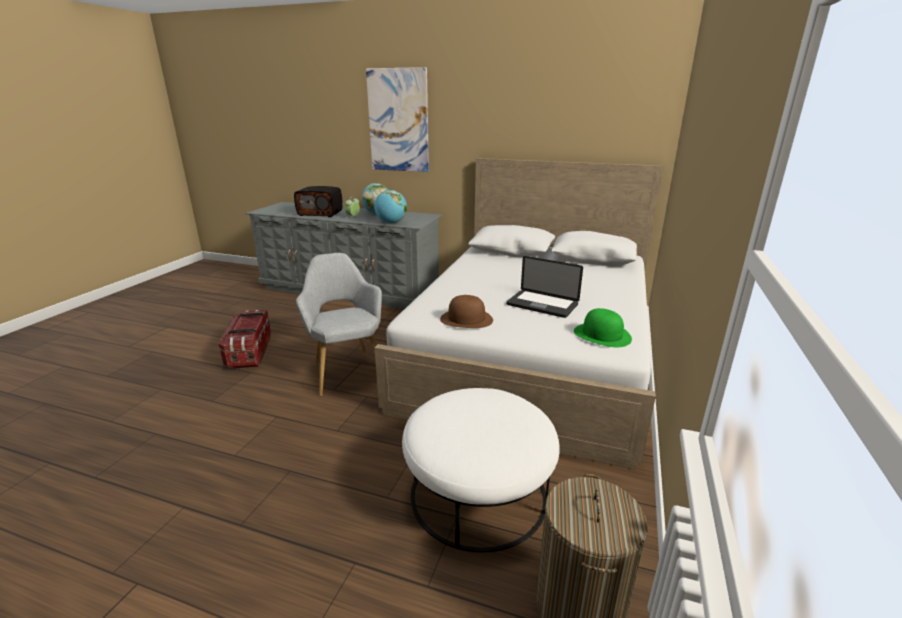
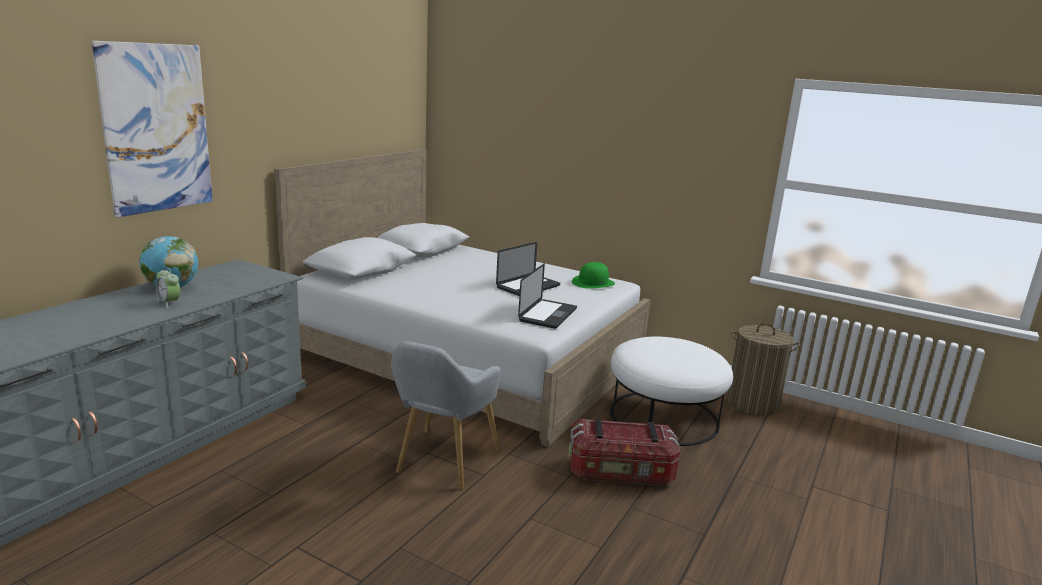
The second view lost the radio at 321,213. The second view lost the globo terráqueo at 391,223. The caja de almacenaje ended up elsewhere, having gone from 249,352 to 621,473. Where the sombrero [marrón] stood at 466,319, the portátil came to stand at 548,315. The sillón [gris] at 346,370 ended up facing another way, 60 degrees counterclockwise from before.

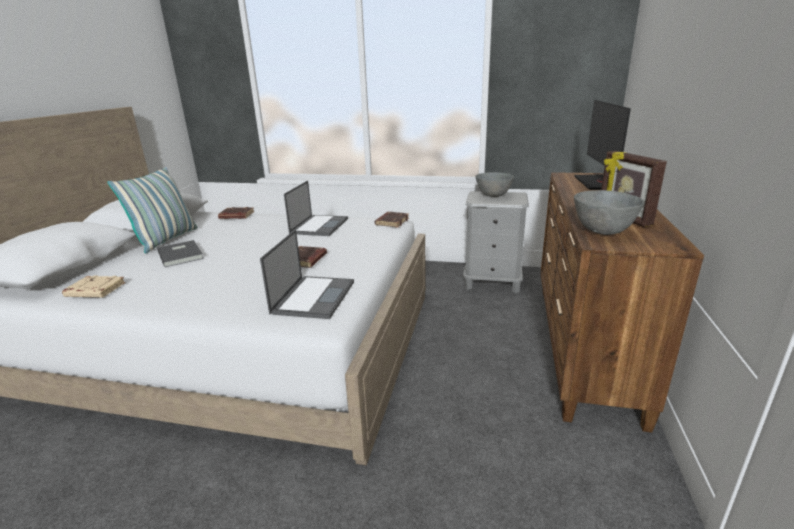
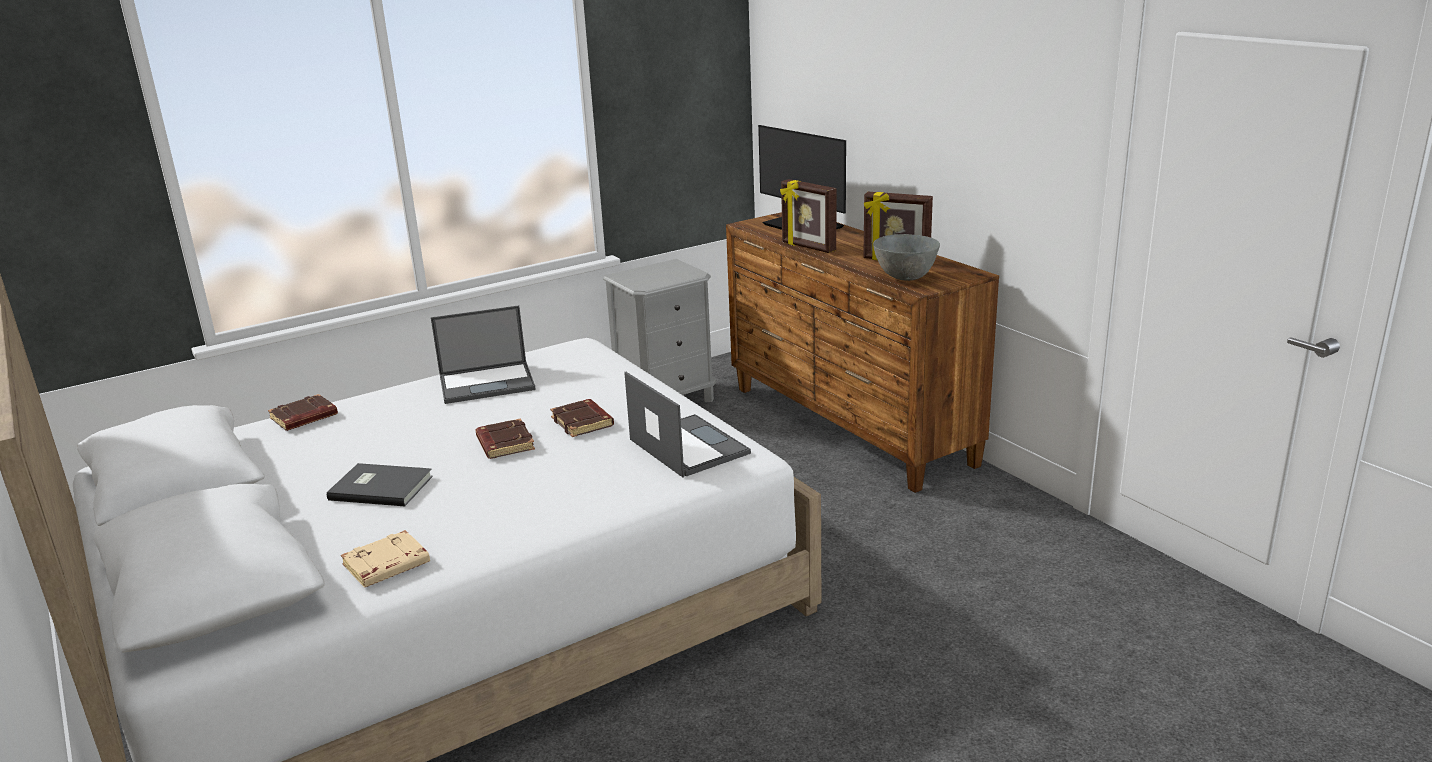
The second view lost the cojín at 166,240. The second view lost the cuenco [gris] at 493,196. The second view gained the portarretratos at 808,247. The libro [marrón] ended up elsewhere, having gone from 392,222 to 504,444. The portátil at 319,225 ended up facing another way, 105 degrees clockwise from before.

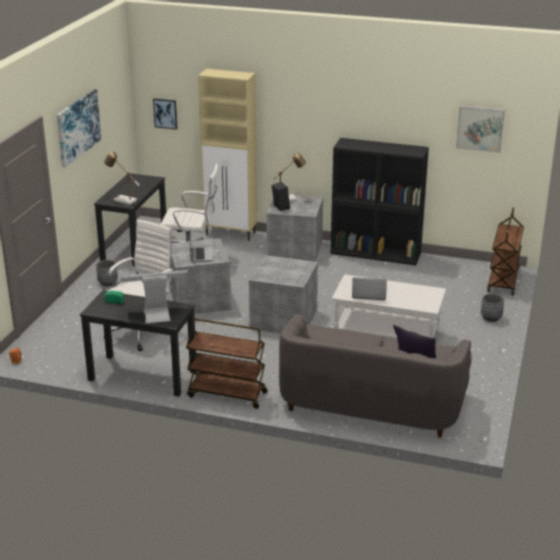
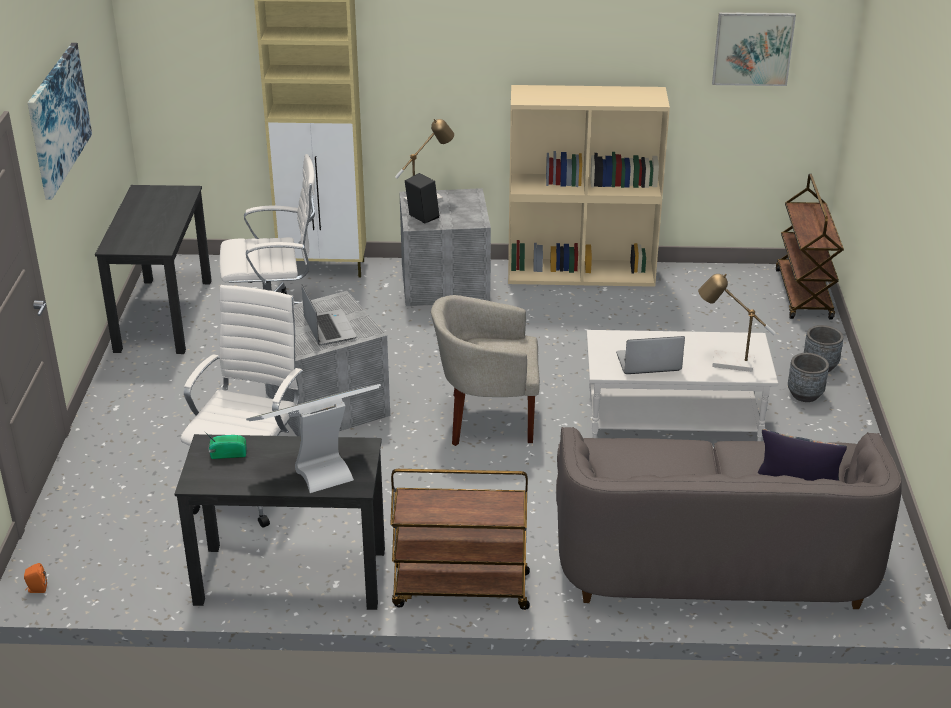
The second view lost the cuadro at 165,113. The maceta [gris] ended up elsewhere, having gone from 108,283 to 805,394. The lámpara de mesa ended up elsewhere, having gone from 122,200 to 726,362. Where the caja de almacenaje [gris] stood at 283,318, the sillón [beis] came to stand at 487,419. What was the estantería [negro] at 376,253 turned into the estantería [beis] at 581,272.

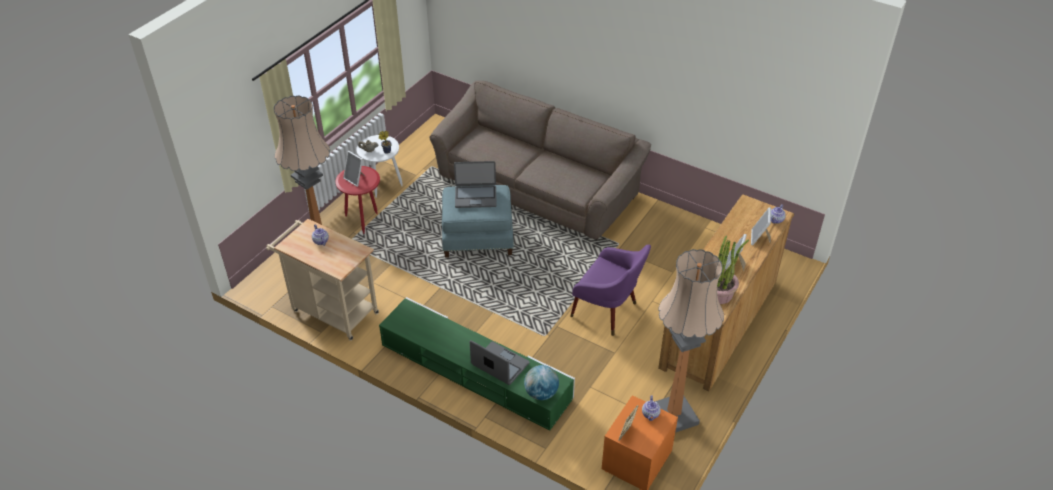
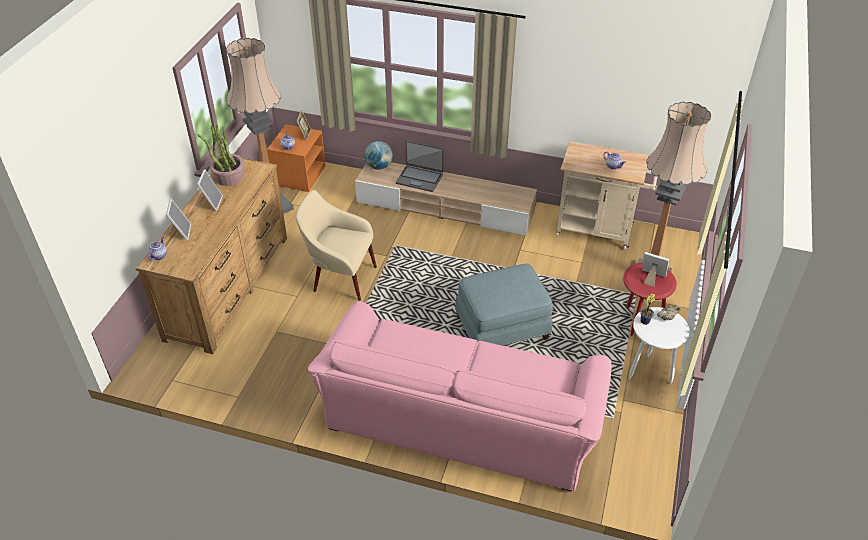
The second view lost the portátil at 475,197. What was the mueble de televisión [verde] at 475,372 turned into the mueble de televisión [beis] at 445,208. What was the sofá [marrón] at 537,186 turned into the sofá [rosa] at 461,415. What was the sillón [morado] at 608,312 turned into the sillón [beis] at 340,277.

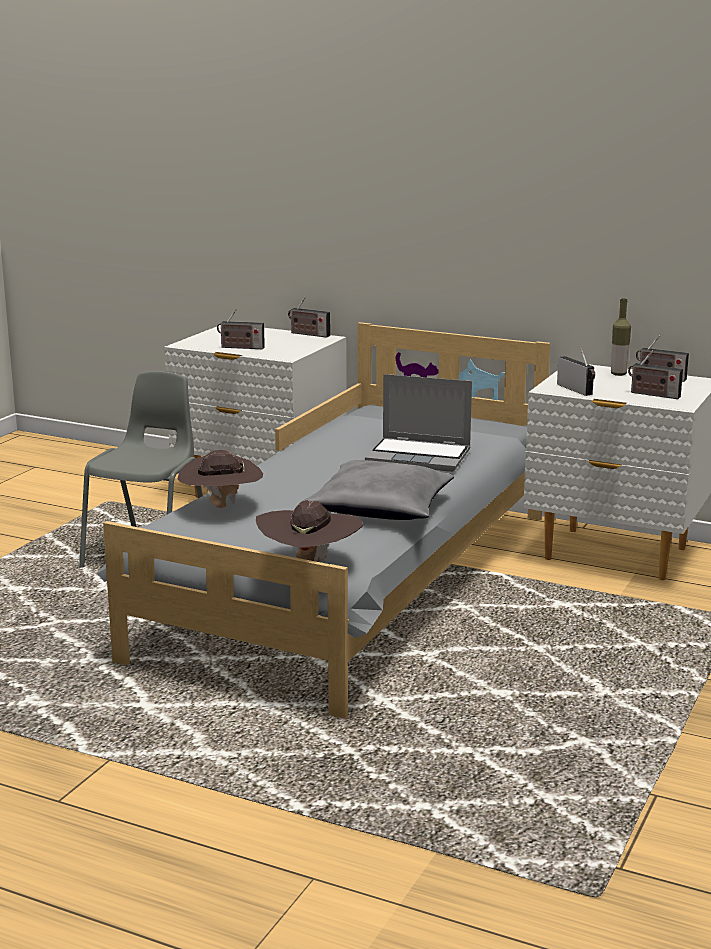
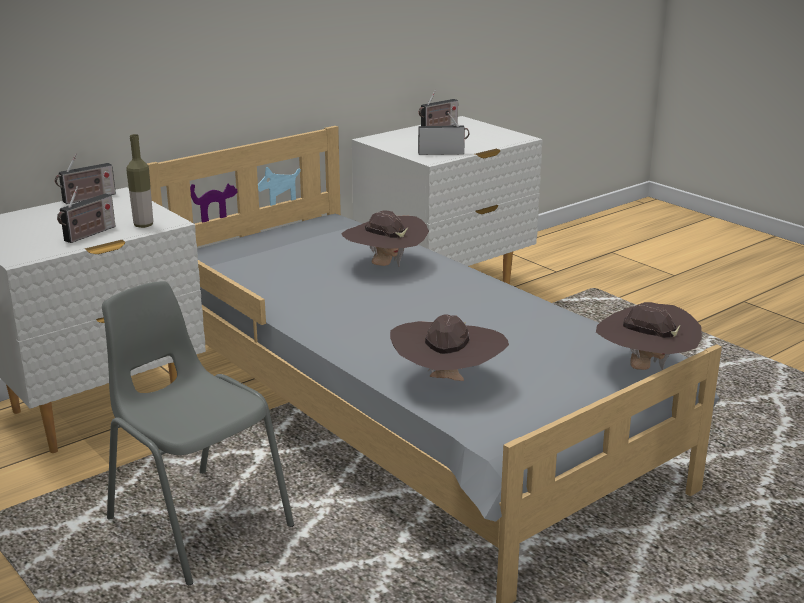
The second view lost the cojín [gris] at 382,508. The second view lost the radio at 652,394. The botella ended up elsewhere, having gone from 618,374 to 143,225. Where the portátil stood at 420,457, the sombrero [marrón] came to stand at 384,265.

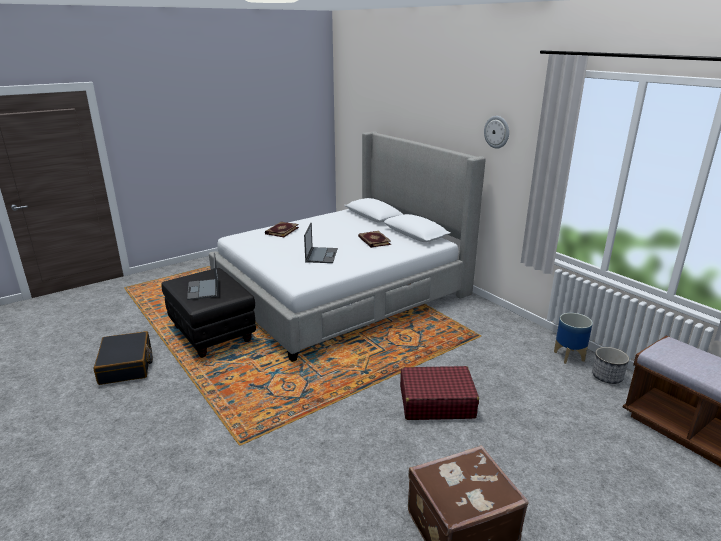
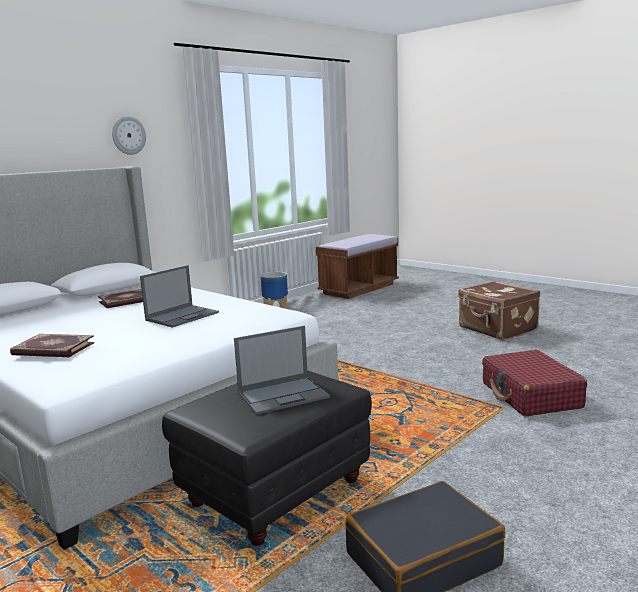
The second view lost the maceta at 607,377. The maleta [rojo] ended up elsewhere, having gone from 436,402 to 530,395. The portátil at 321,255 ended up facing another way, 135 degrees clockwise from before.

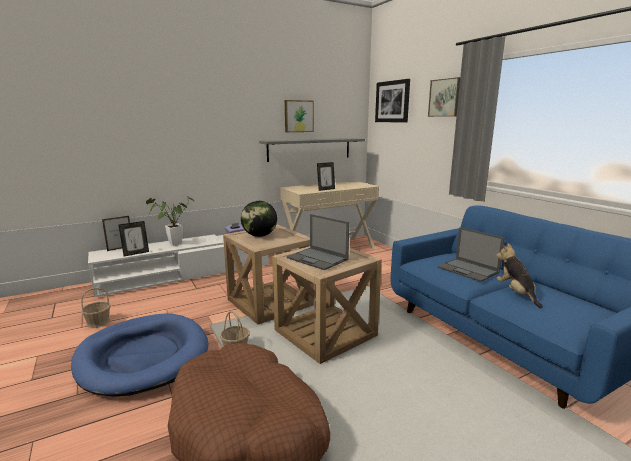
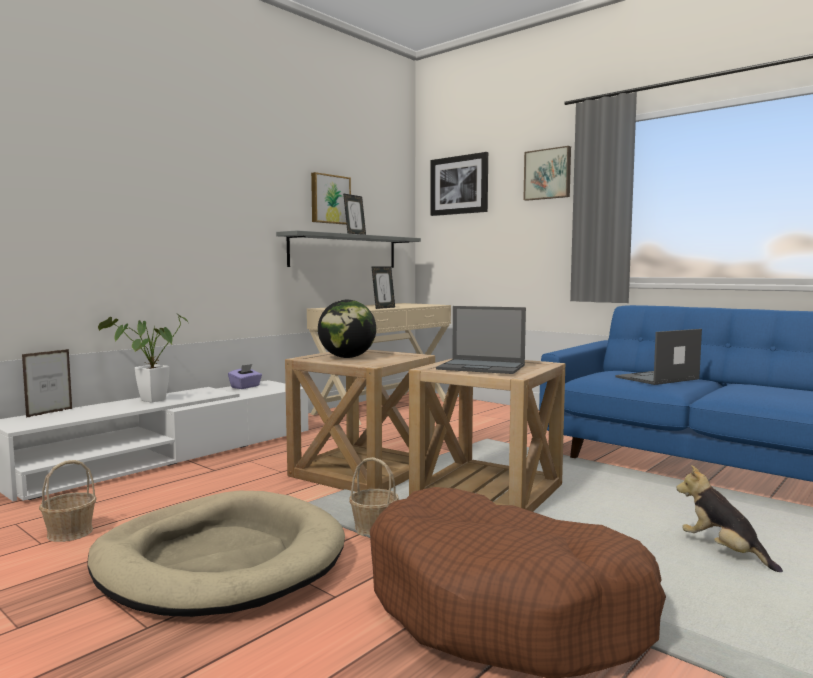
The portarretratos ended up elsewhere, having gone from 136,253 to 355,235. The peluche ended up elsewhere, having gone from 516,293 to 723,551. What was the cama para perro [azul] at 143,357 turned into the cama para perro [beis] at 220,560. The portátil at 468,270 ended up facing another way, 120 degrees clockwise from before.

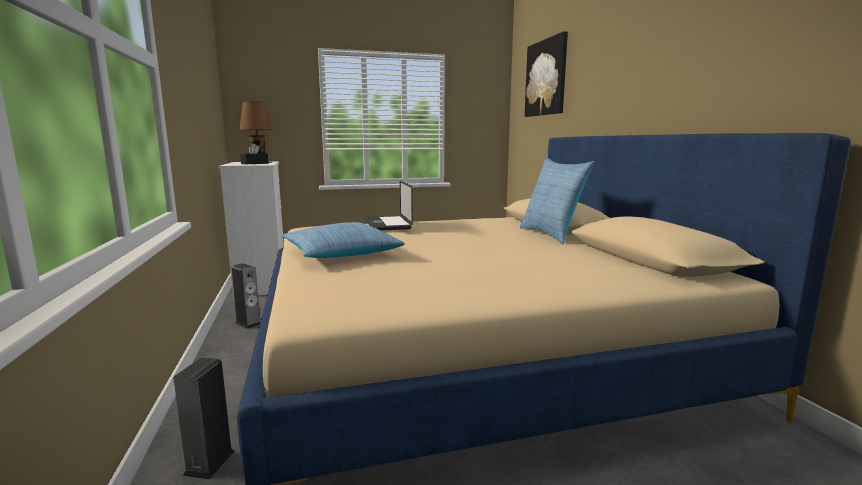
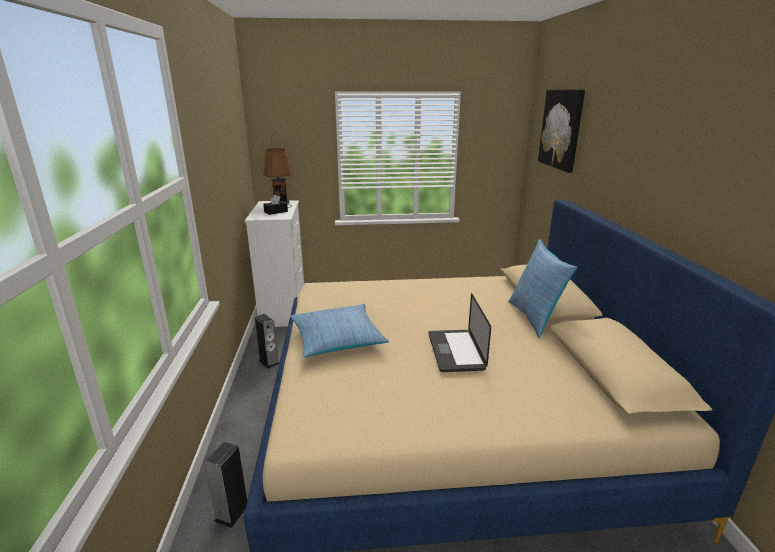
The portátil ended up elsewhere, having gone from 387,224 to 455,351.

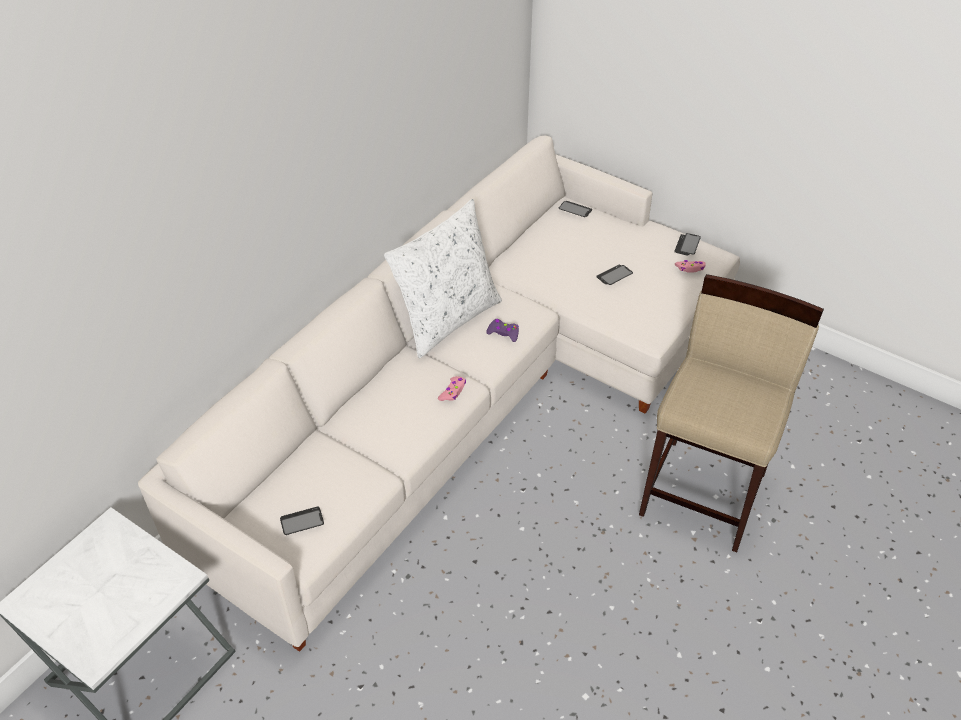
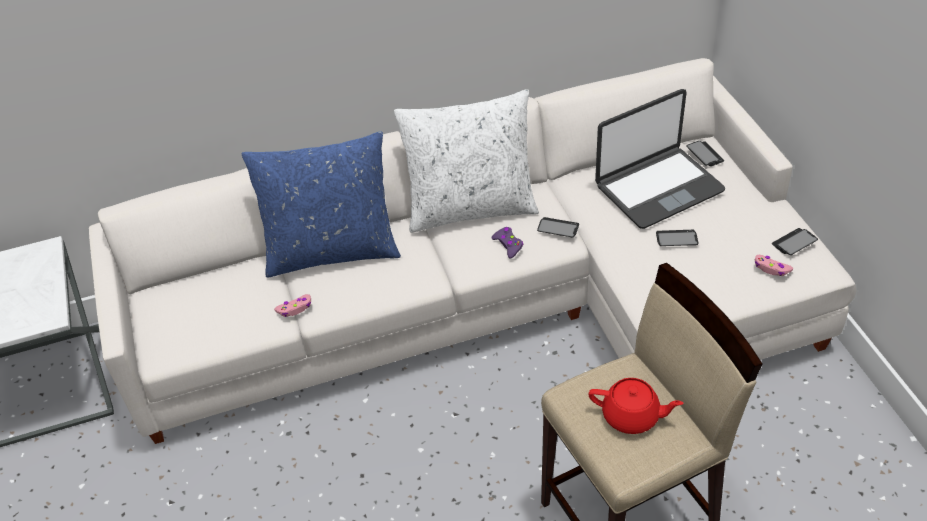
The second view gained the cojín [azul] at 332,251. The second view gained the tetera [rojo] at 632,416. The second view gained the portátil at 658,188. The móvil ended up elsewhere, having gone from 302,521 to 558,228. The mando de consola [rosa] ended up elsewhere, having gone from 453,392 to 295,309.

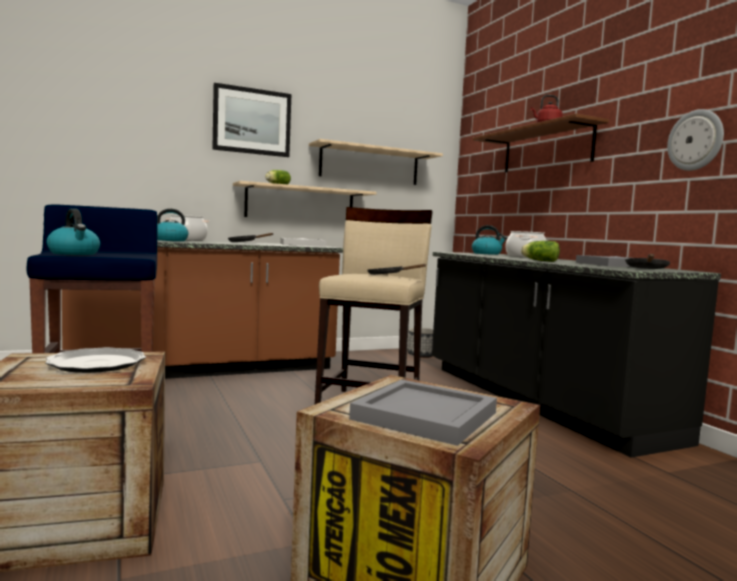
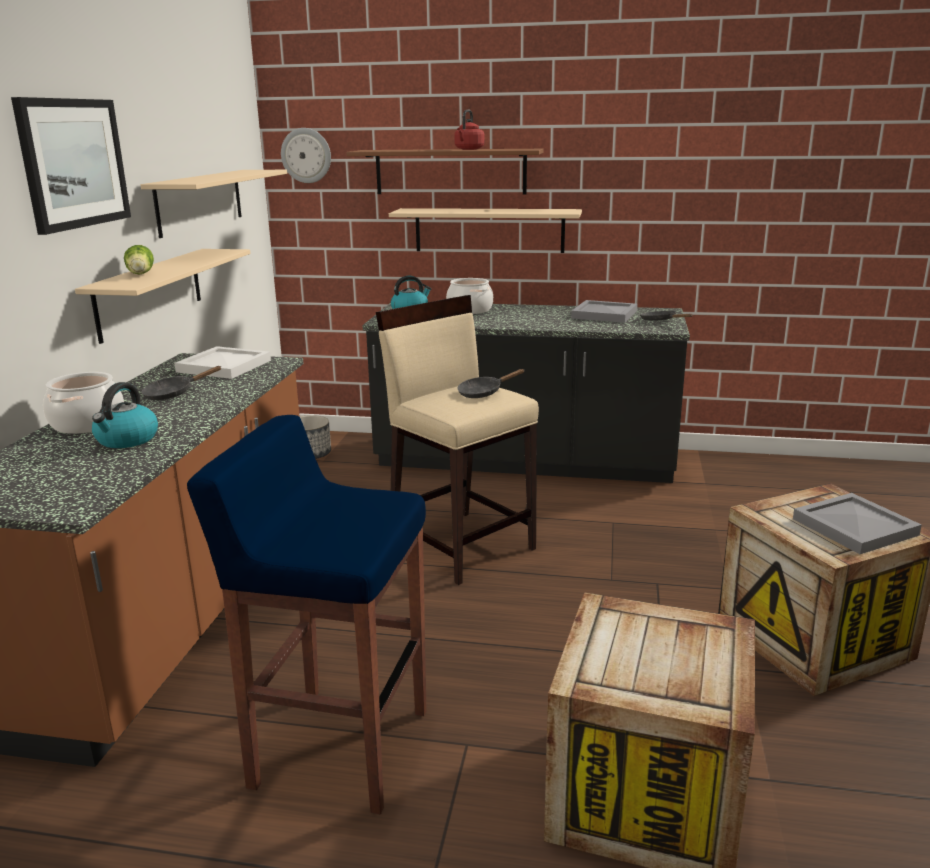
The second view lost the plato at 96,363. The second view lost the hervidor at 74,254. The second view lost the lechuga at 539,260. The second view gained the estante [beis] at 489,230. The reloj de pared ended up elsewhere, having gone from 695,140 to 306,155.

